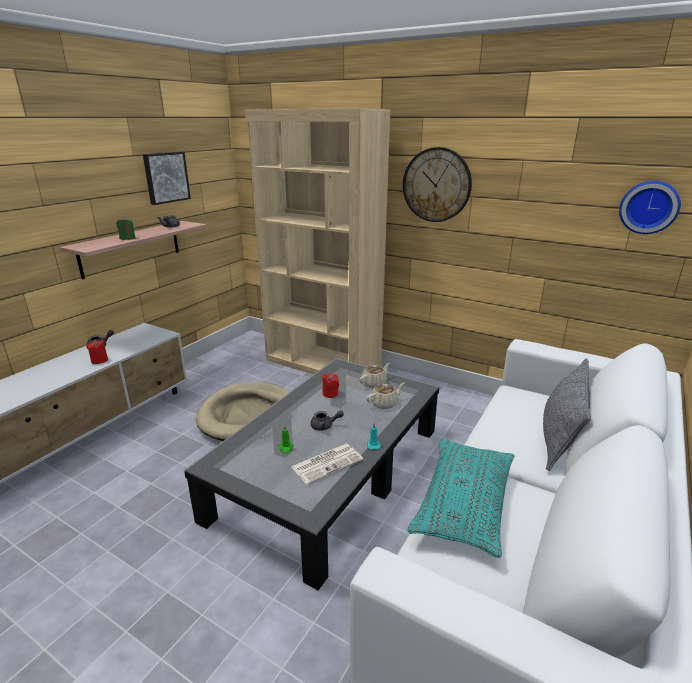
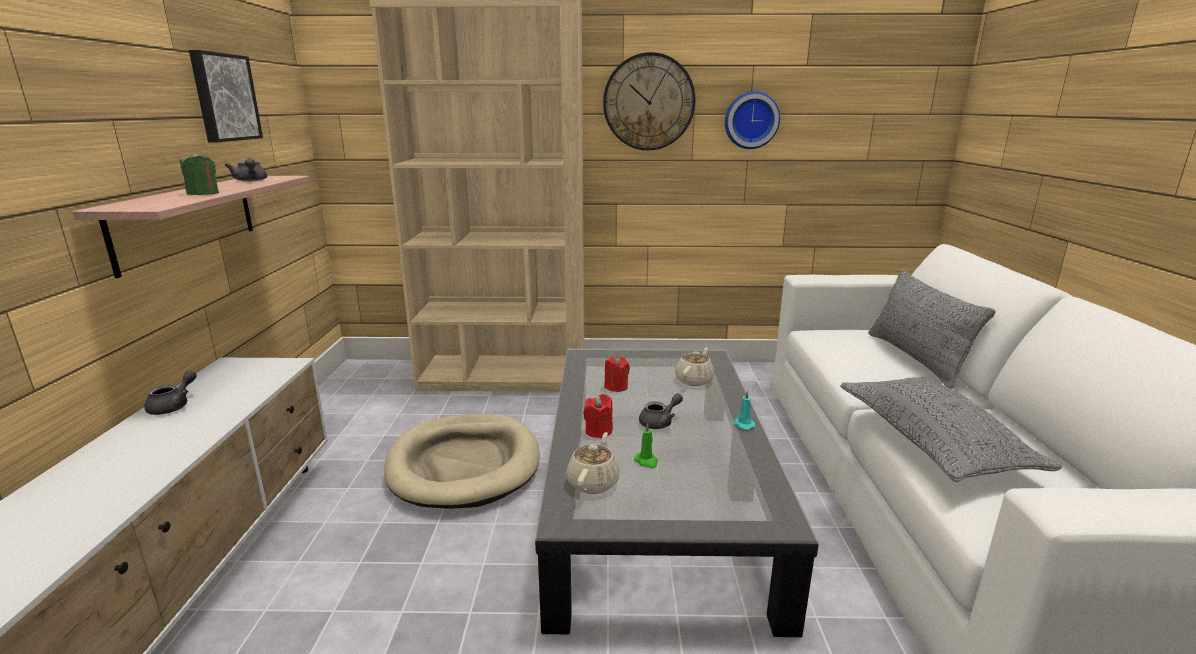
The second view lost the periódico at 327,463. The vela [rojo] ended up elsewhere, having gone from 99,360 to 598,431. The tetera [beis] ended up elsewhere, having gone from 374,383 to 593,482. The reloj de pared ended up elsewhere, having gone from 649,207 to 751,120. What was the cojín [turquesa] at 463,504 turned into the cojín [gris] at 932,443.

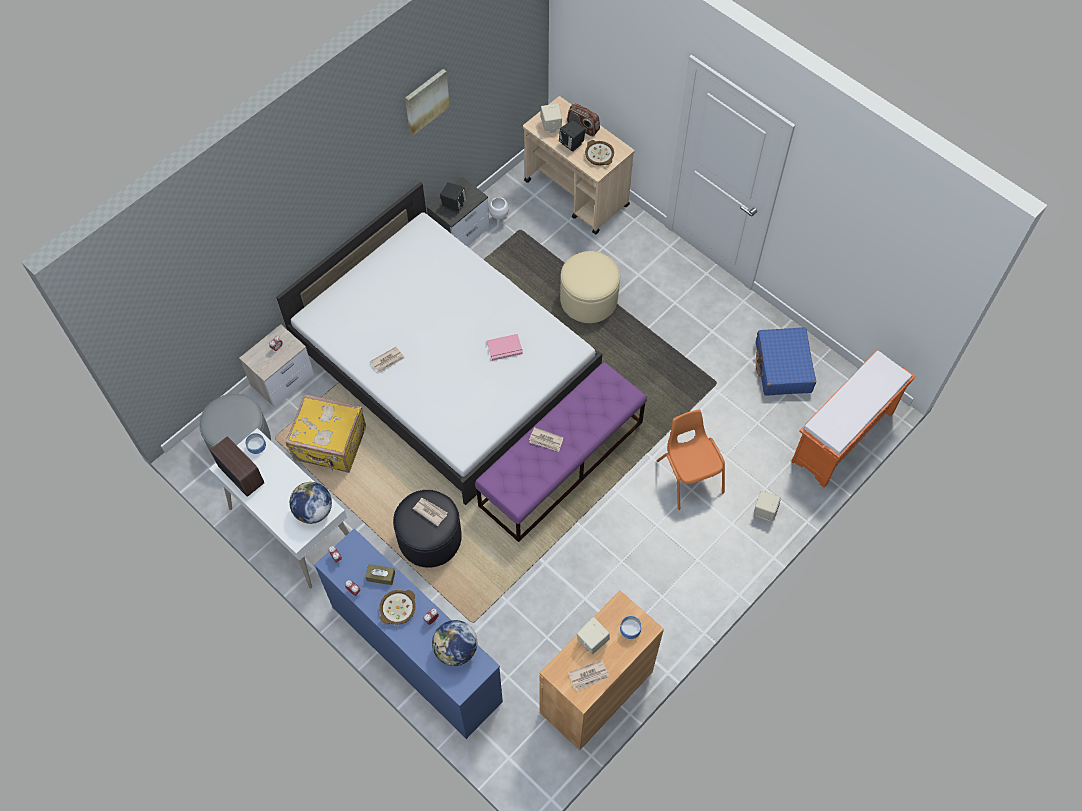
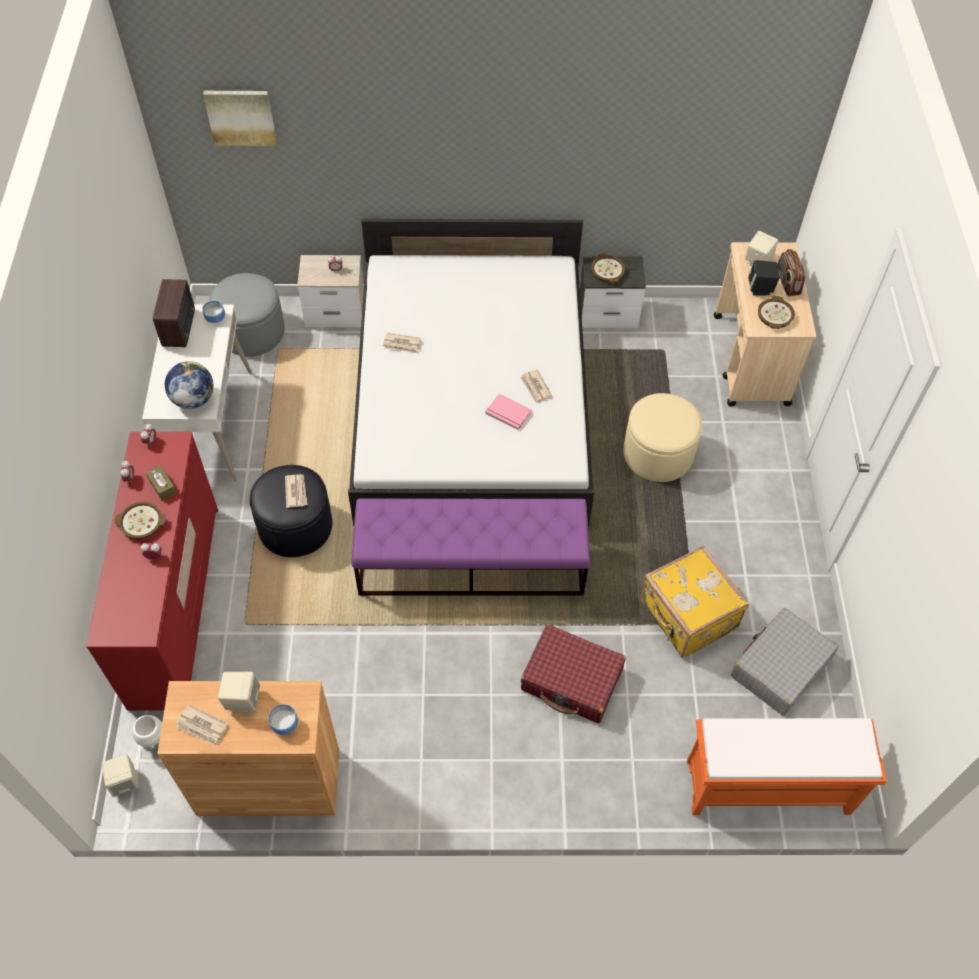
The second view lost the globo terráqueo at 456,650. The maleta [amarillo] ended up elsewhere, having gone from 330,445 to 687,616. The cuadro ended up elsewhere, having gone from 426,101 to 241,116. The maceta [blanco] ended up elsewhere, having gone from 499,220 to 154,741. The periódico ended up elsewhere, having gone from 546,440 to 535,387. The altavoz [beis] ended up elsewhere, having gone from 764,511 to 125,781. Where the altavoz [negro] stood at 453,204, the cuenco came to stand at 608,272. Where the silla [naranja] stood at 689,475, the maleta [rojo] came to stand at 572,680. What was the cómoda [azul] at 416,653 turned into the cómoda [rojo] at 175,604. What was the maleta [azul] at 783,367 turned into the maleta [gris] at 780,668.

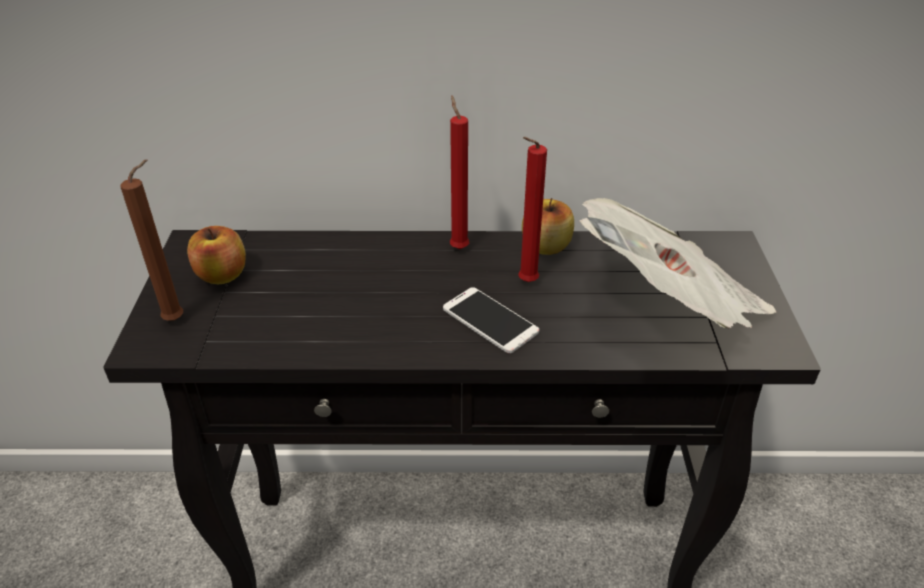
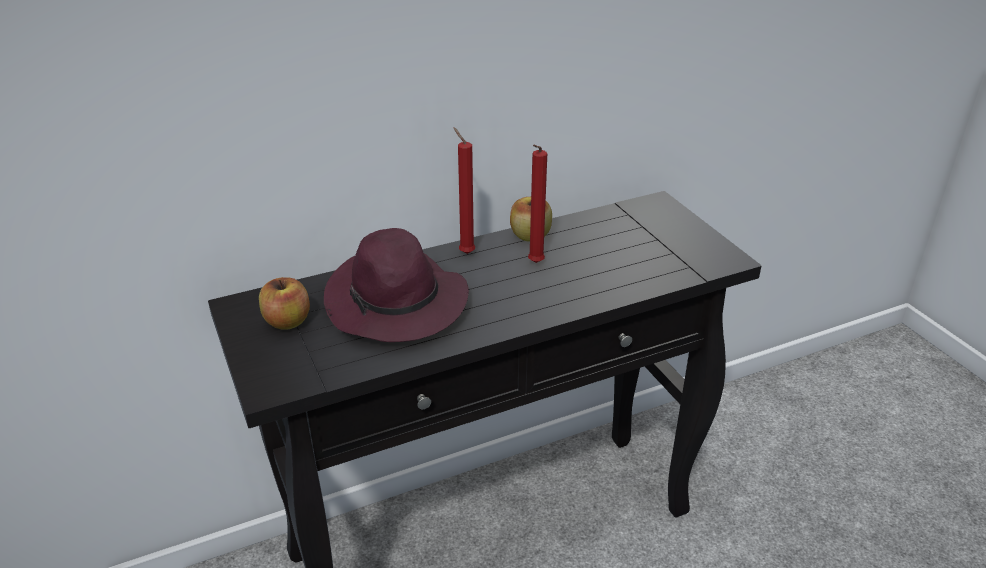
The second view lost the vela [marrón] at 178,319. The second view lost the móvil at 490,320. The second view lost the periódico at 670,306. The second view gained the sombrero [morado] at 397,303.

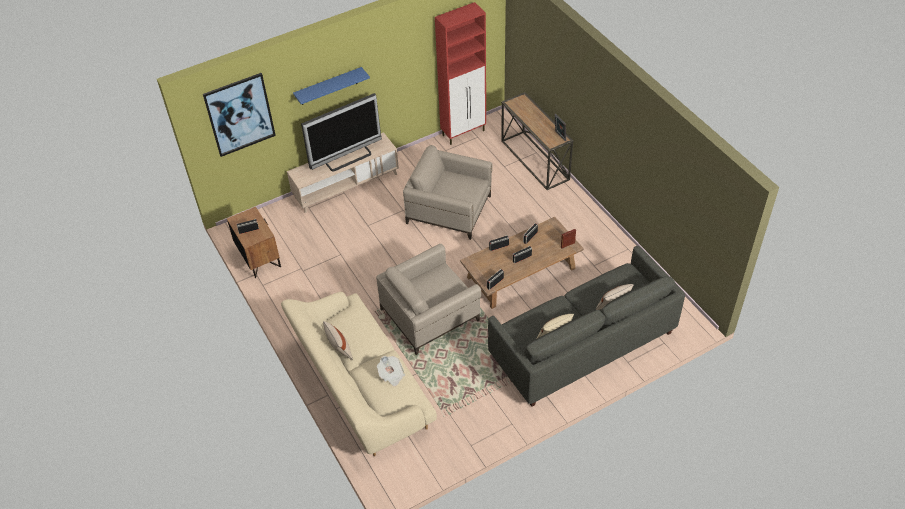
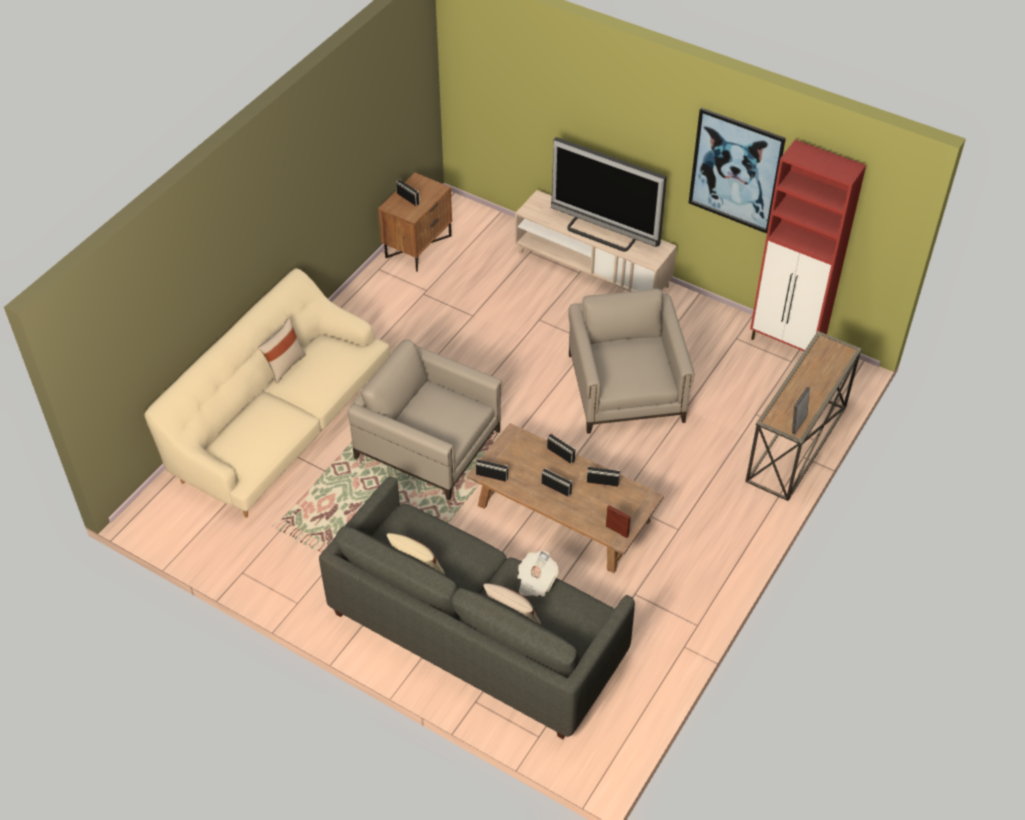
The second view lost the estante [azul] at 328,86. The cuadro ended up elsewhere, having gone from 240,115 to 735,170. The periódico ended up elsewhere, having gone from 391,375 to 535,581.

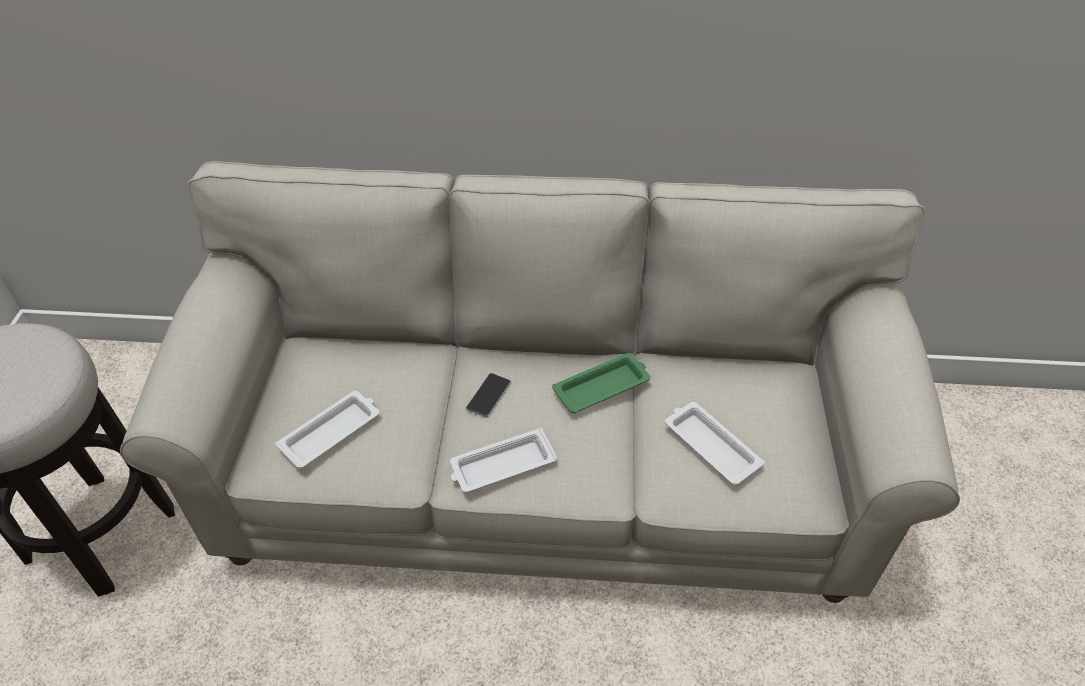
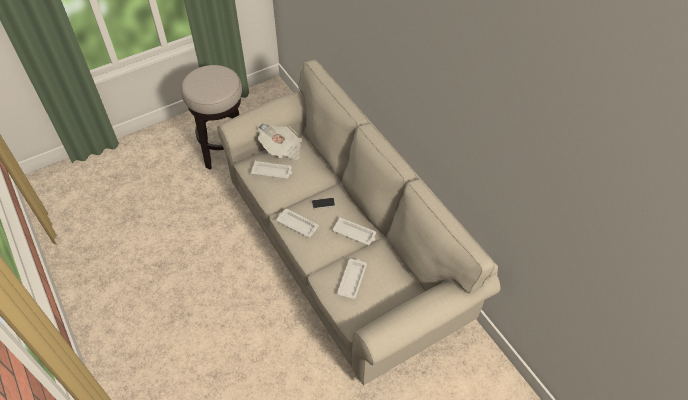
The second view gained the periódico at 281,148. What was the bandeja [verde] at 603,387 turned into the bandeja [blanco] at 355,233.

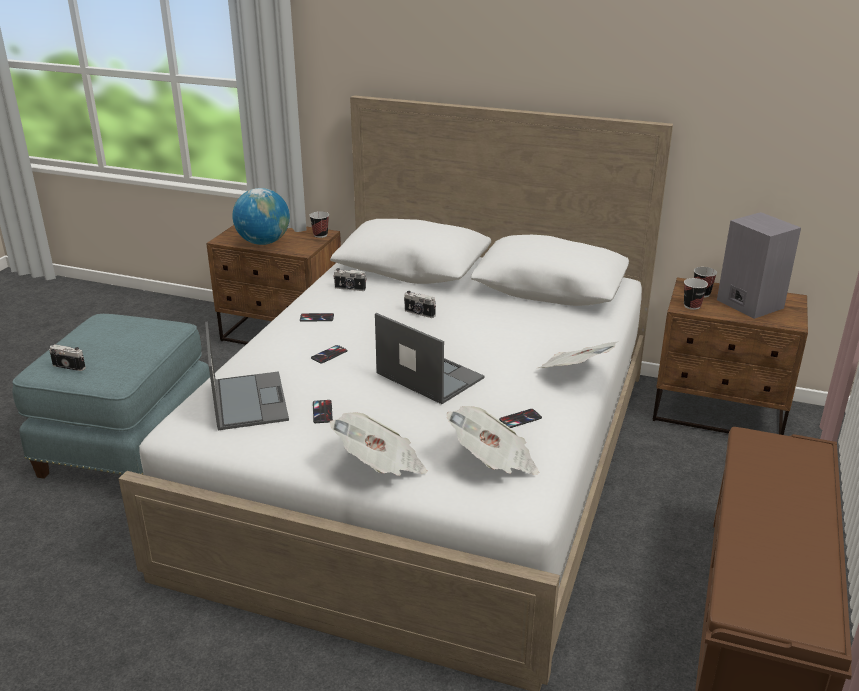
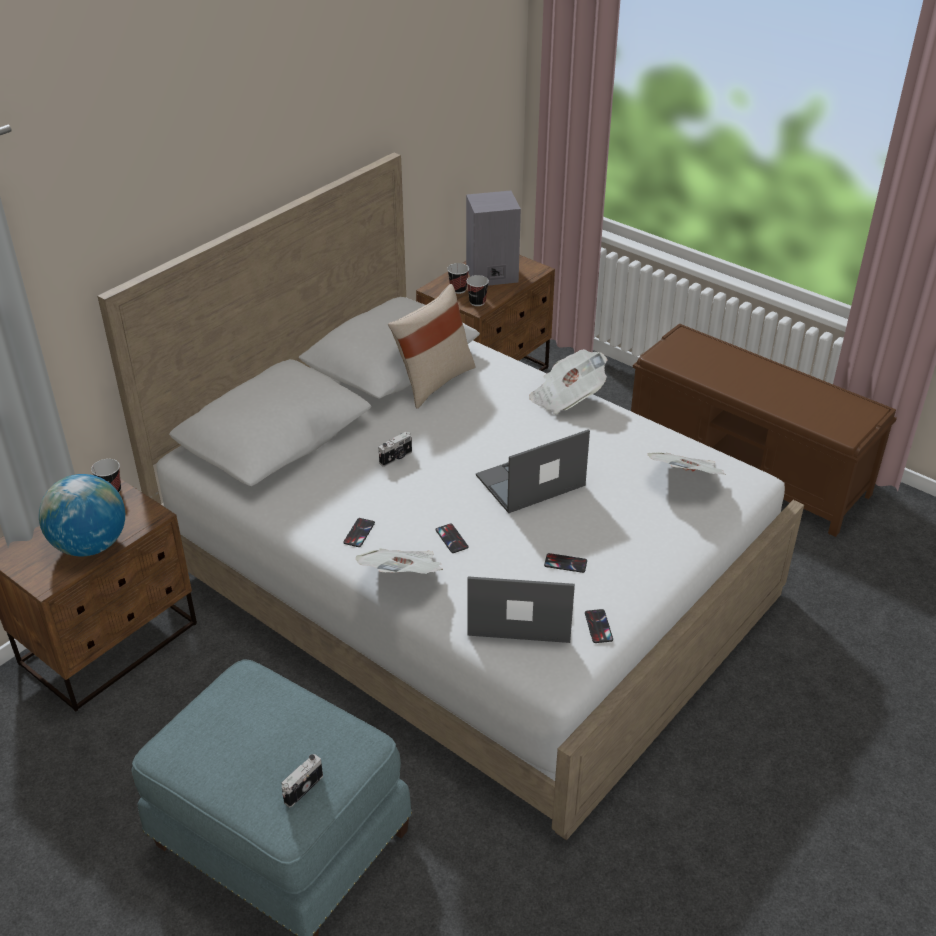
The second view lost the cámara at 350,288. The second view gained the cojín [beis] at 433,381. The periódico ended up elsewhere, having gone from 381,466 to 403,577. The móvil ended up elsewhere, having gone from 520,419 to 598,626.

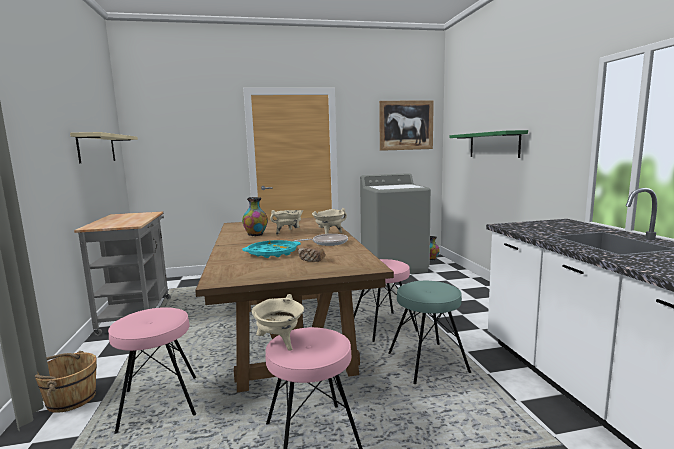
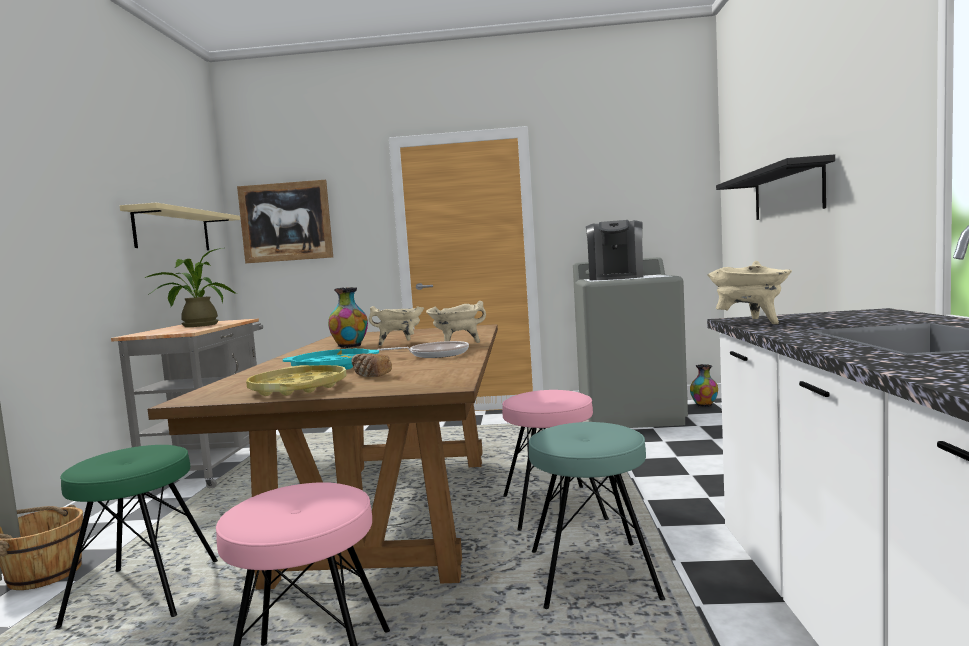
The second view gained the planta en maceta at 196,325. The second view gained the bandeja [amarillo] at 298,388. The second view gained the cafetera at 616,278. The olla [beis] ended up elsewhere, having gone from 279,342 to 751,322. The cuadro ended up elsewhere, having gone from 406,125 to 286,222. What was the taburete [rosa] at 160,402 turned into the taburete [verde] at 144,592. What was the estante [verde] at 493,145 turned into the estante [negro] at 787,192.

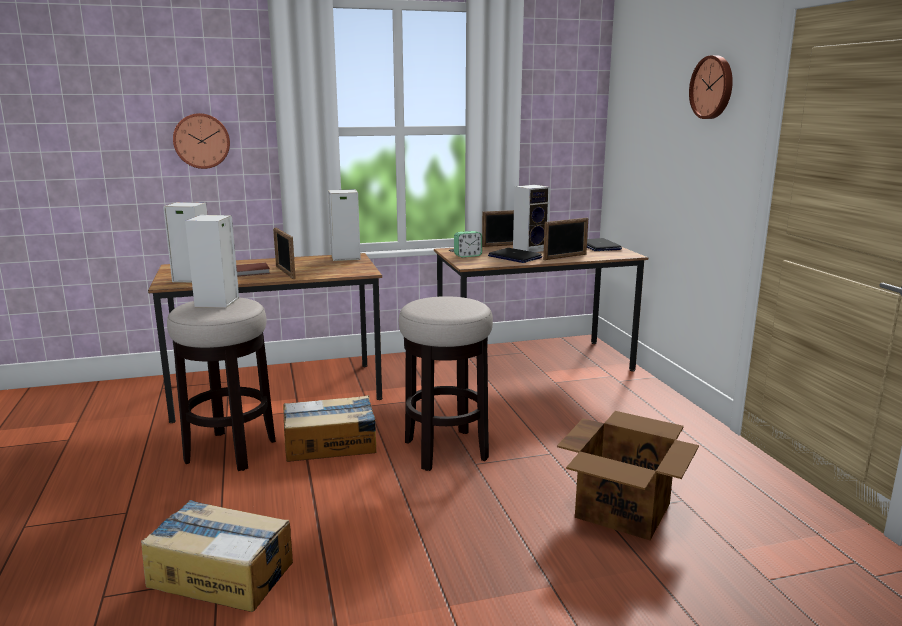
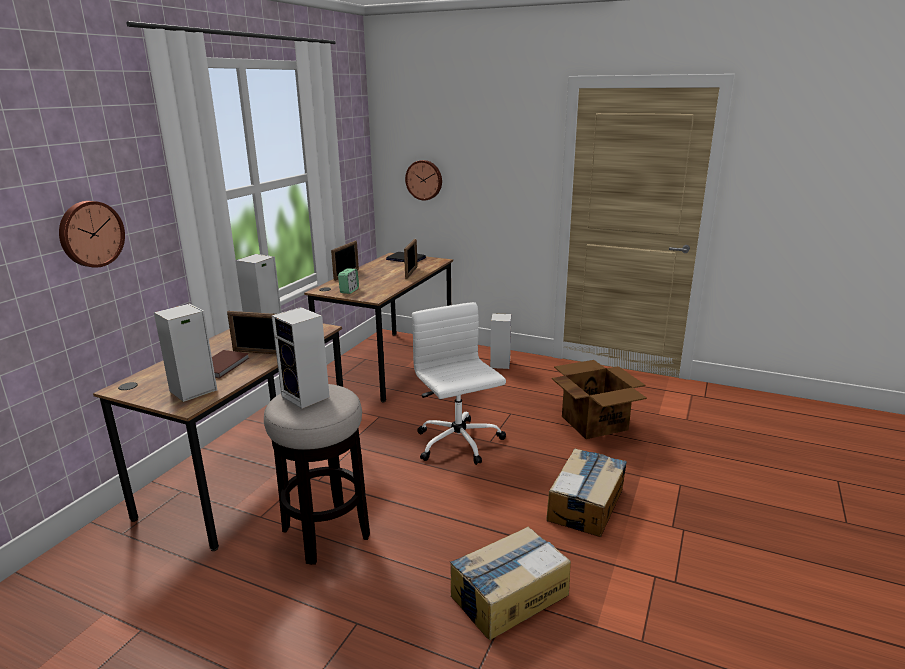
The second view lost the portátil at 514,257. The caja de cartón ended up elsewhere, having gone from 331,444 to 586,504. The altavoz ended up elsewhere, having gone from 530,249 to 499,363. The reloj de pared ended up elsewhere, having gone from 713,87 to 424,180. Where the taburete stood at 446,450, the silla de oficina [blanco] came to stand at 459,443.

